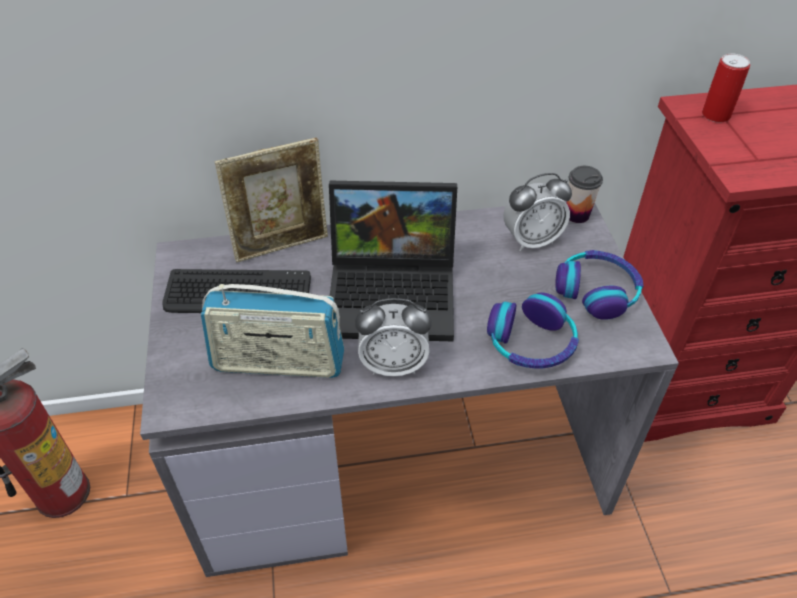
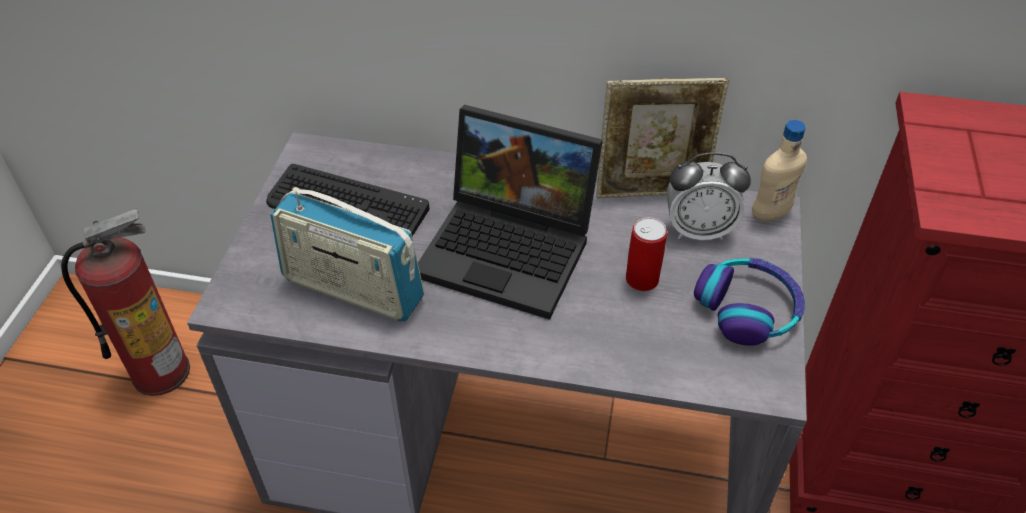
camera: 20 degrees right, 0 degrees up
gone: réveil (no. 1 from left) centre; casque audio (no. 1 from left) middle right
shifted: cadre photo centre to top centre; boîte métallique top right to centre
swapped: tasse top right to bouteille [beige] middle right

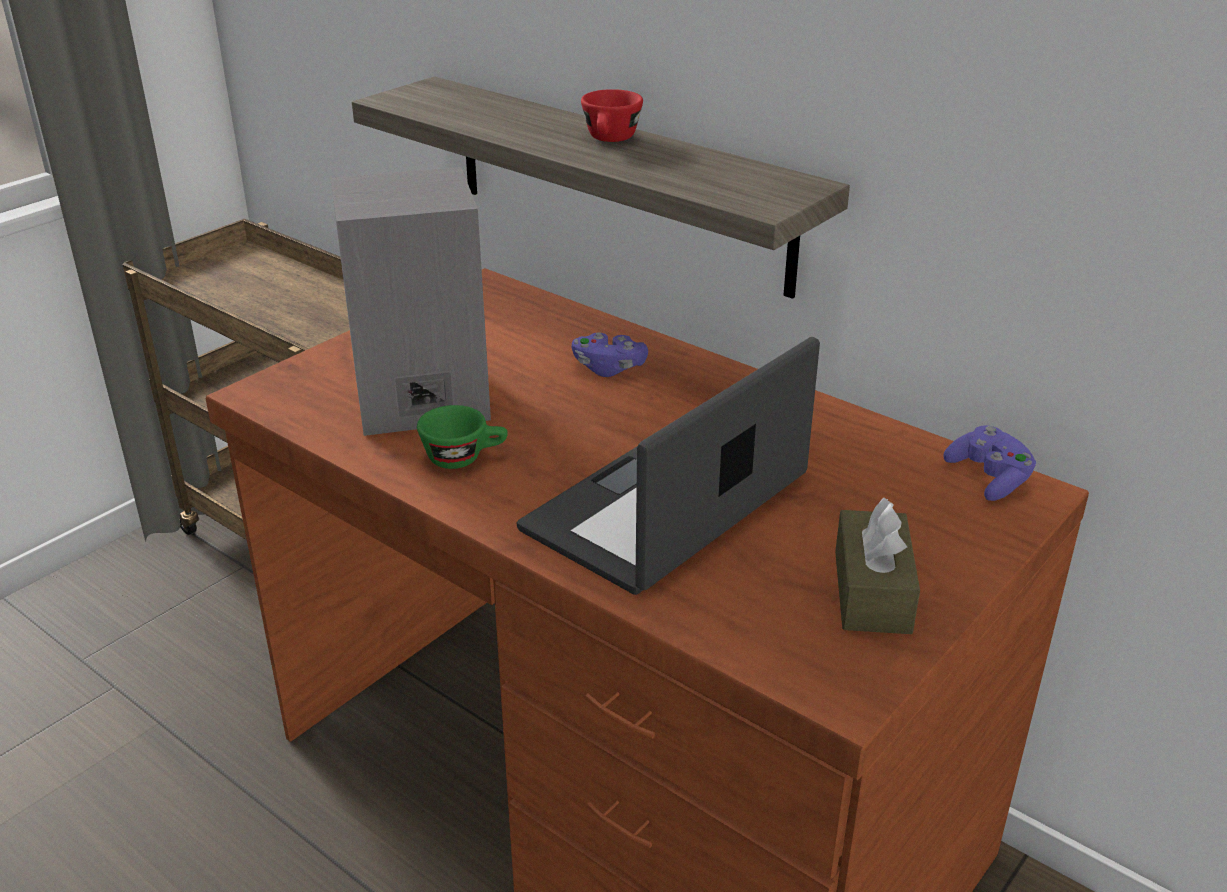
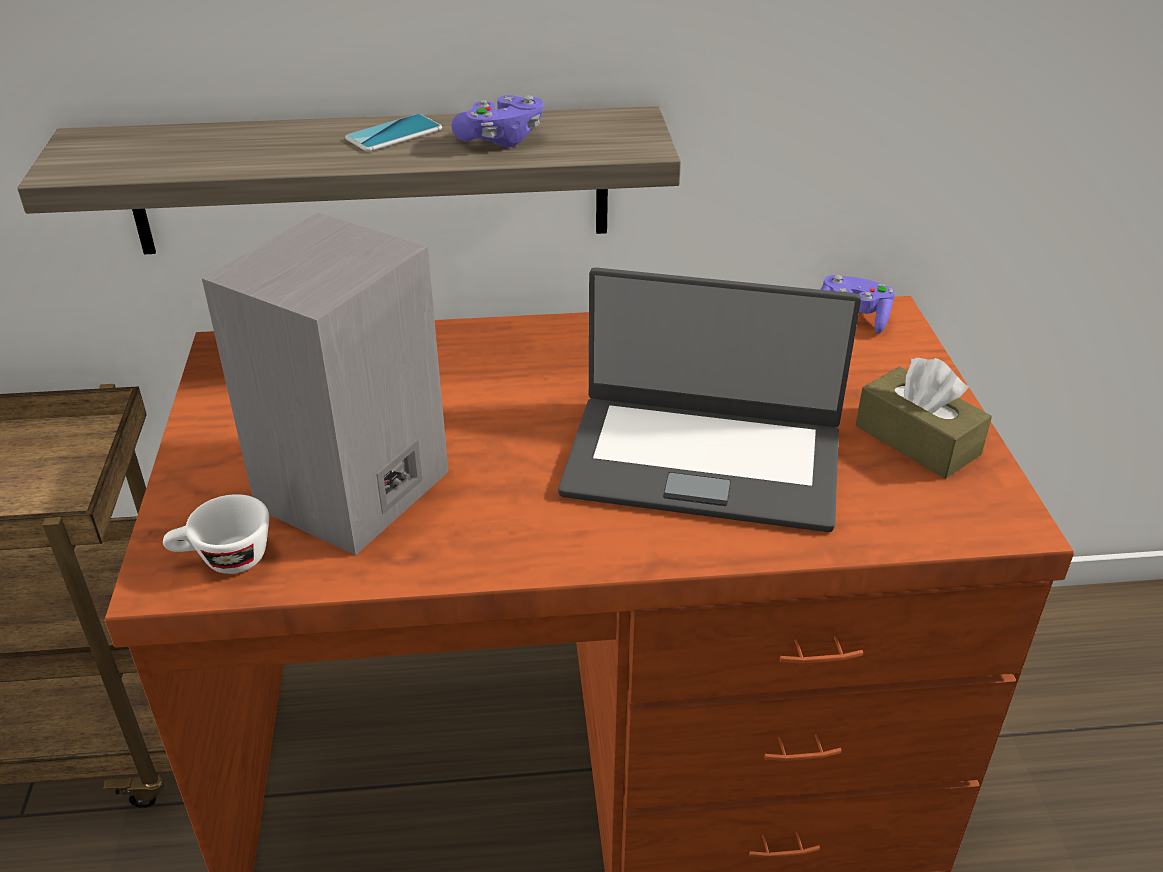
camera: 45 degrees left, 5 degrees up
gone: tasse [vert] centre
new: tasse [blanc] middle left
shifted: manette [violet] (no. 1 from left) centre to top centre
swapped: tasse [rouge] top centre to téléphone top centre
rotated: ordinateur portable centre = centre 75 degrees counterclockwise

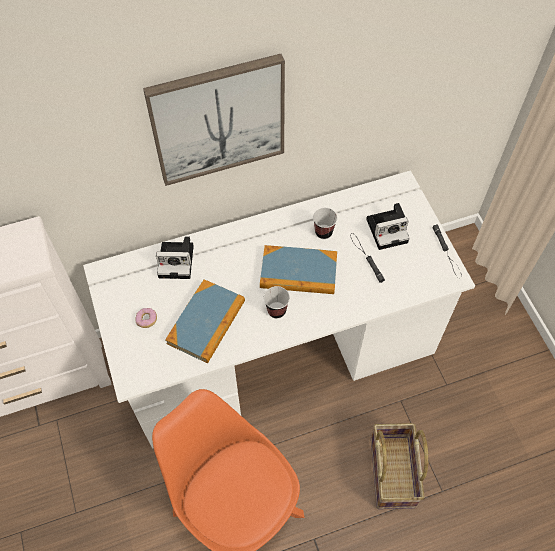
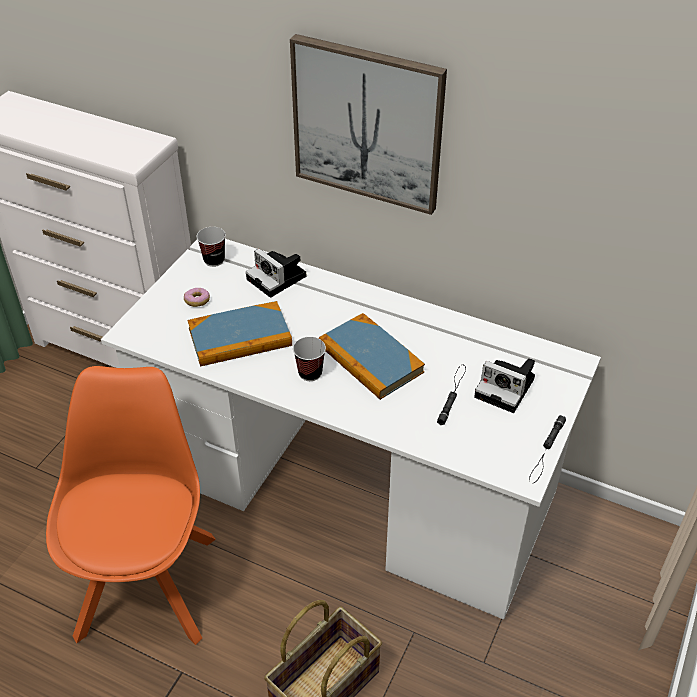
camera: 45 degrees right, 15 degrees down
shifted: tasse (no. 2 from left in the first image) centre to tasse (no. 1 from left) middle left

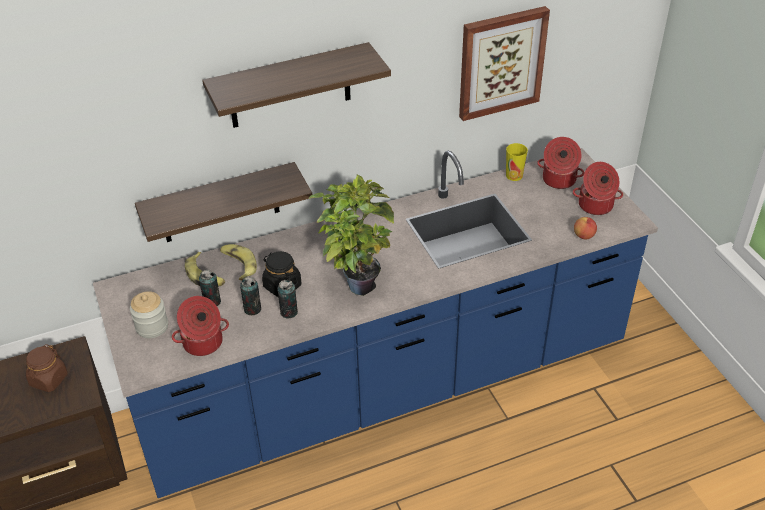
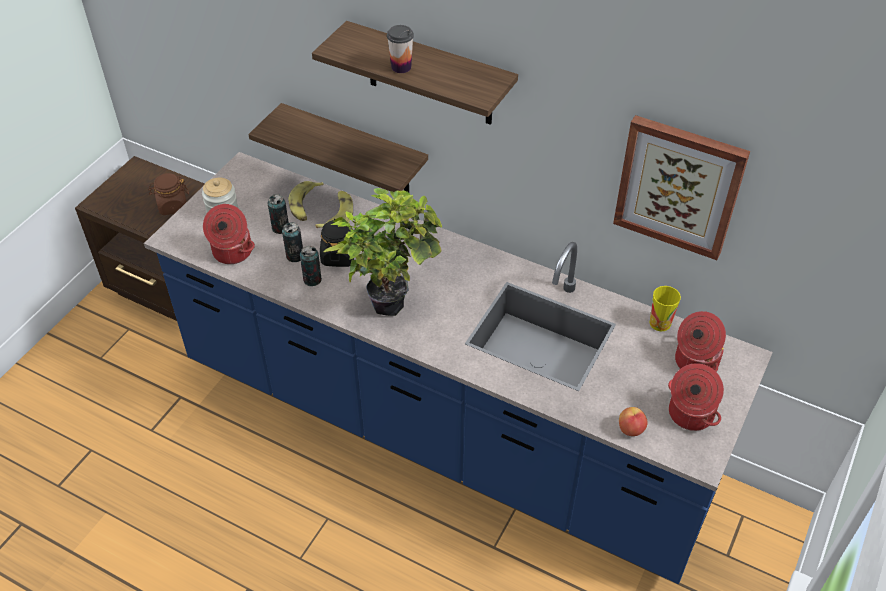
camera: 50 degrees right, 5 degrees up
new: tasse (no. 1 from left) top centre

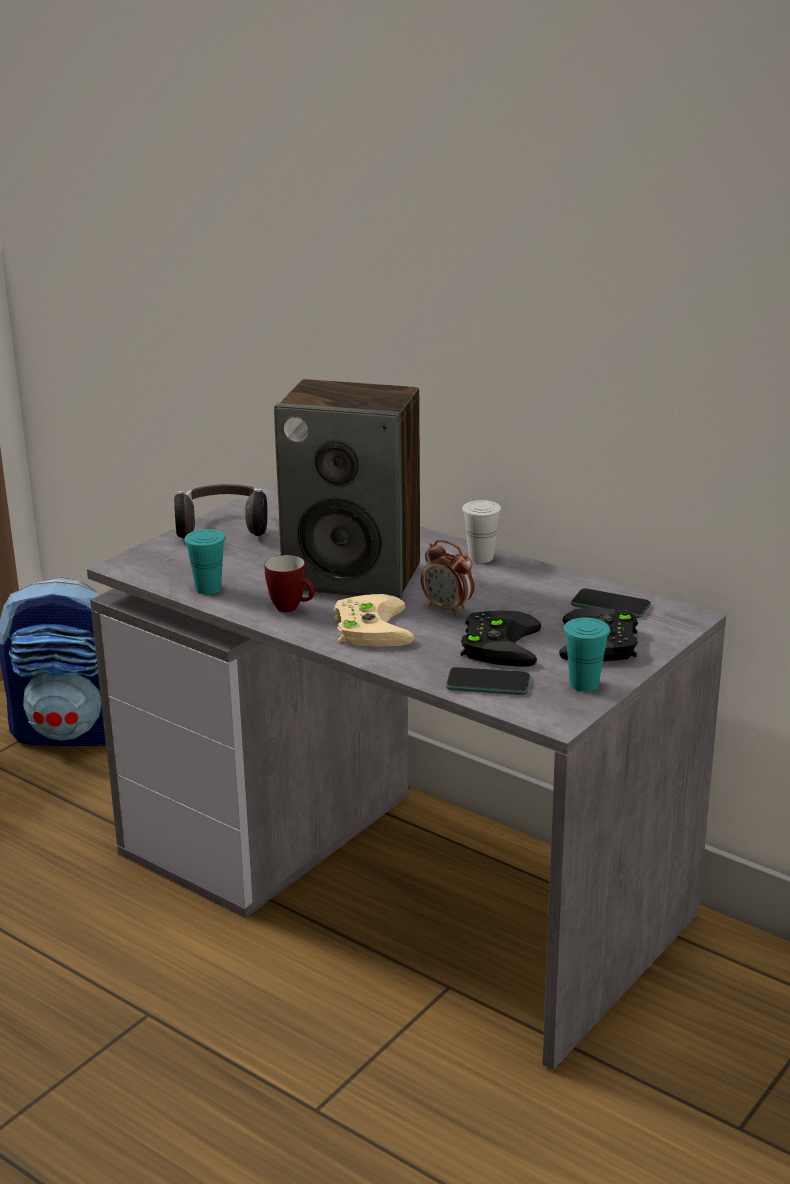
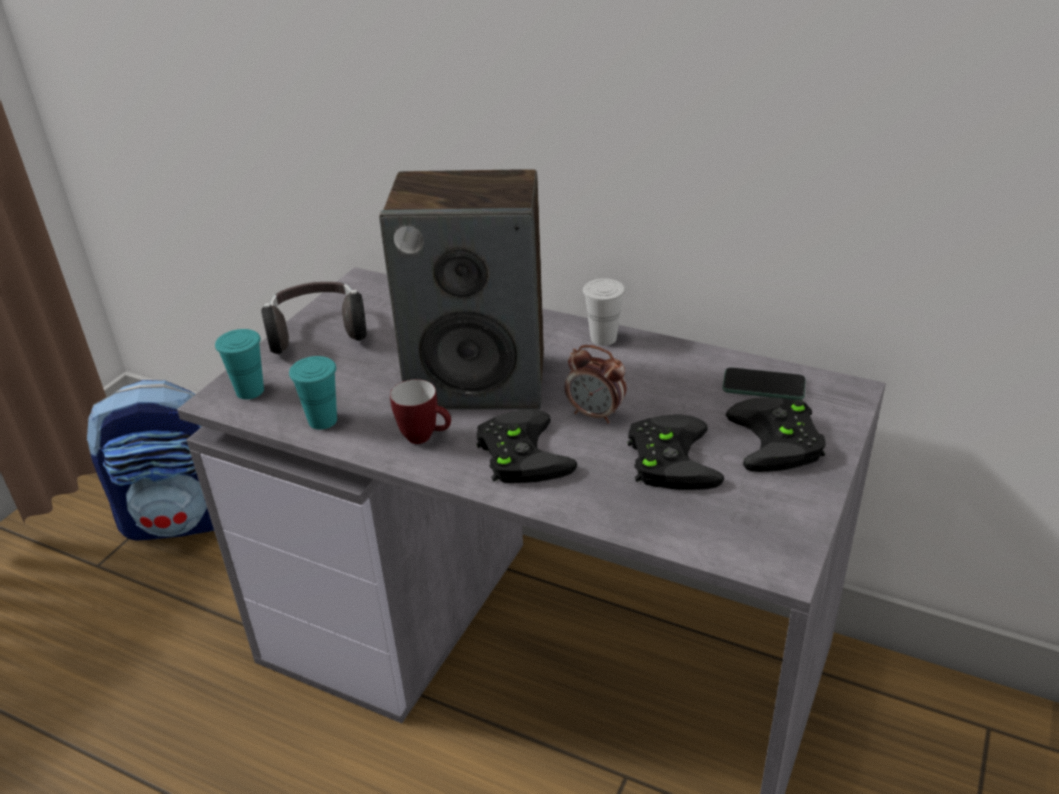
camera: 10 degrees left, 10 degrees up
gone: téléphone (no. 1 from left) centre
shifted: tasse [turquoise] (no. 2 from left in the first image) middle right to tasse [turquoise] (no. 1 from left) middle left
repainted: manette [beige] centre to manette [noir] (no. 1 from left) centre

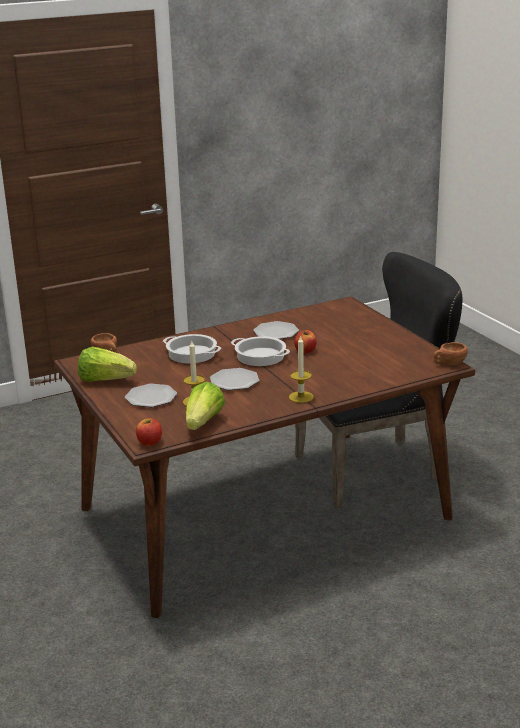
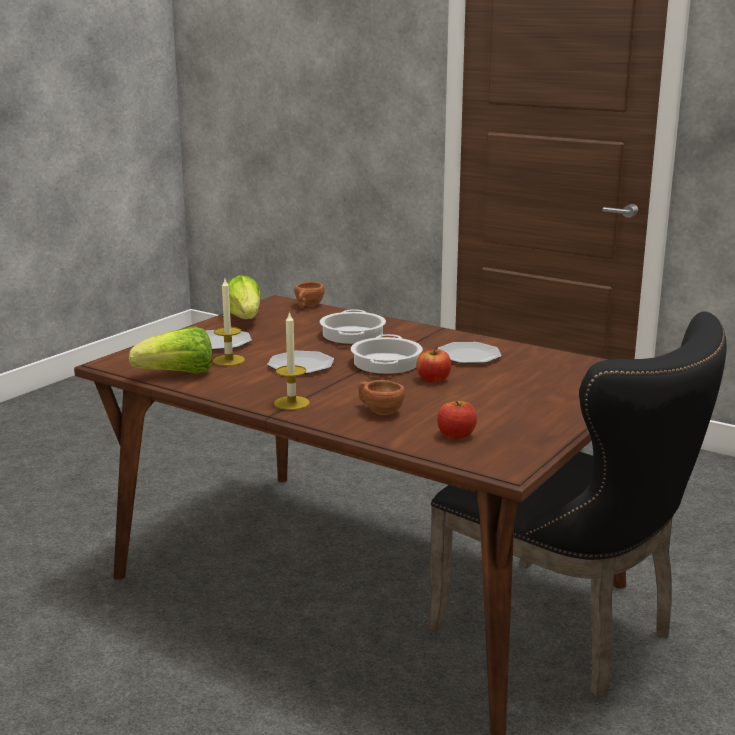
camera: 60 degrees right, 5 degrees down
shifted: tasse [marron] (no. 2 from left) middle right to centre; pomme (no. 1 from left in the first image) middle left to pomme (no. 2 from left) centre

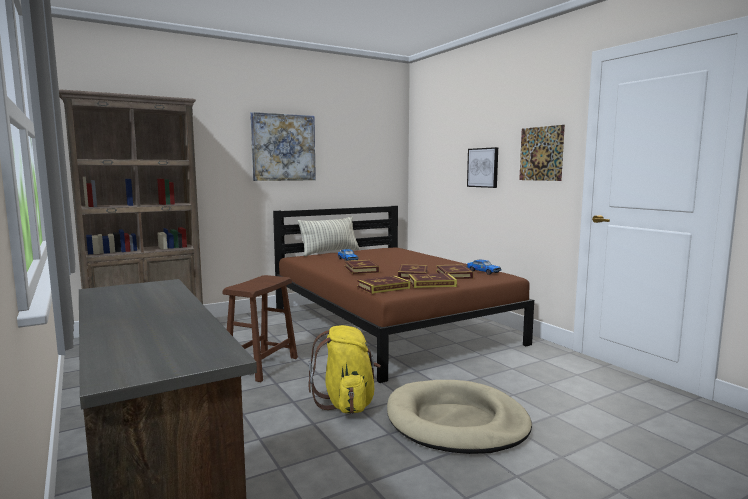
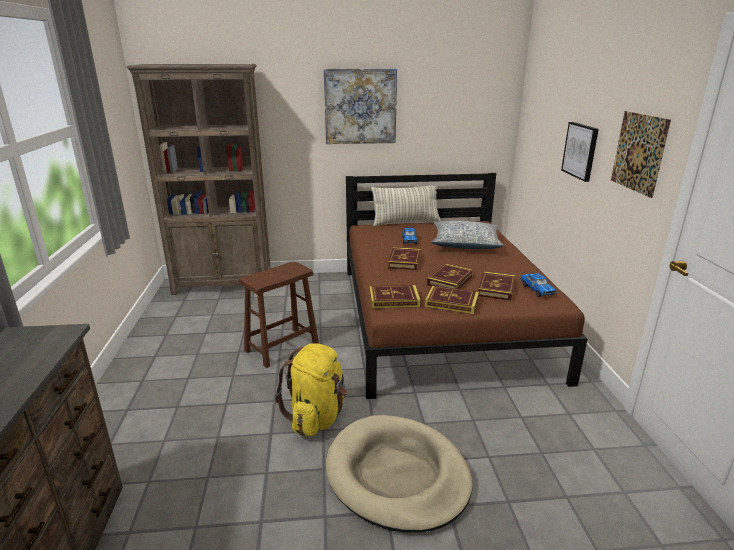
camera: 25 degrees right, 15 degrees up
new: coussin (no. 2 from left) centre

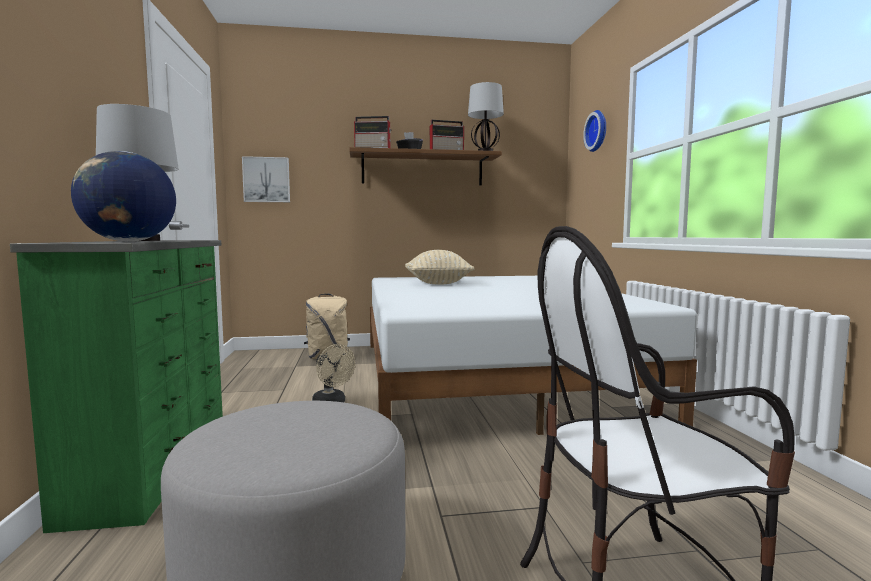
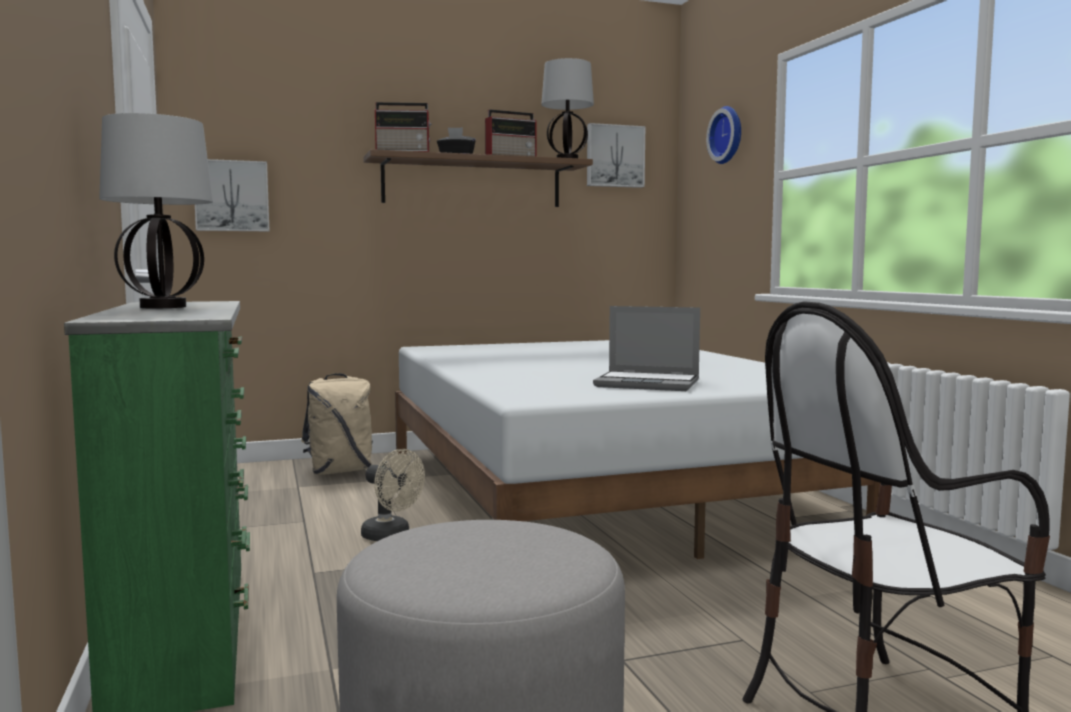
camera: 10 degrees left, 0 degrees up
gone: globe middle left; coussin [beige] centre
new: tableau (no. 2 from left) top centre; ordinateur portable centre

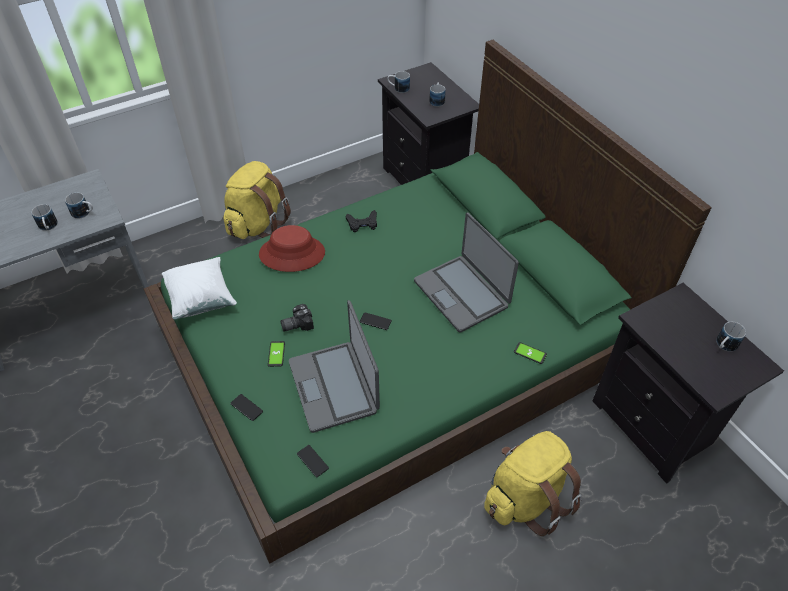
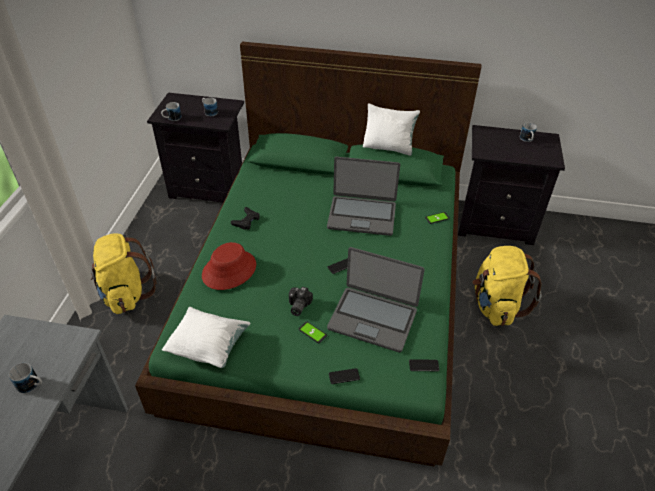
camera: 50 degrees left, 5 degrees down
gone: mug (no. 2 from left) middle left
new: coussin [blanc] (no. 2 from left) top centre

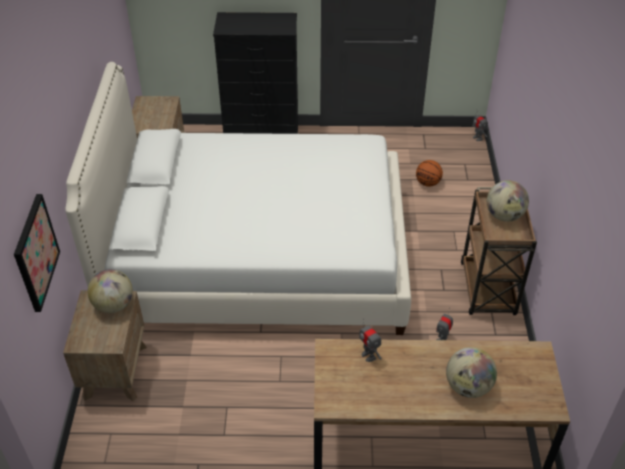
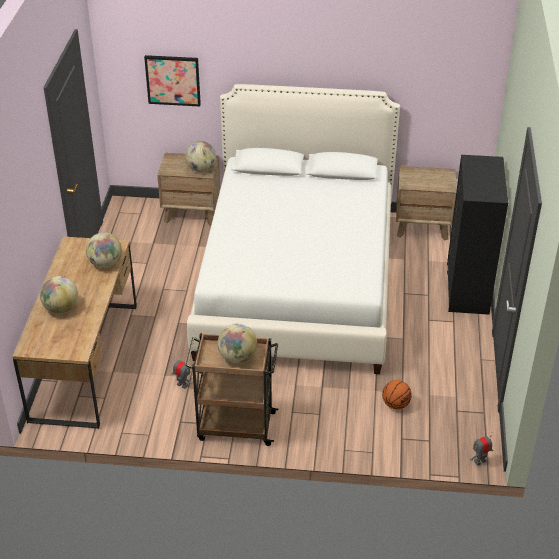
camera: 95 degrees right, 5 degrees down
swapped: robot jouet (no. 1 from left) bottom centre to globe (no. 2 from left) middle left

